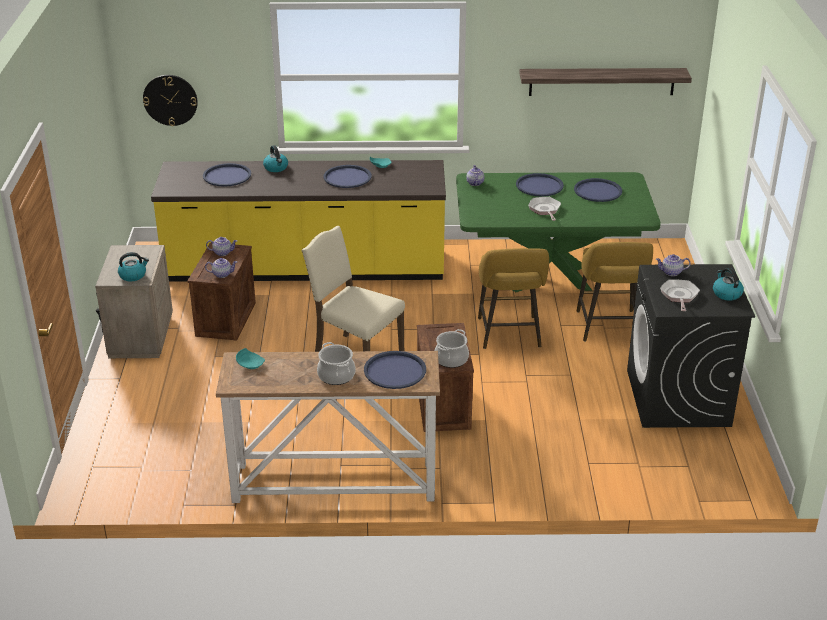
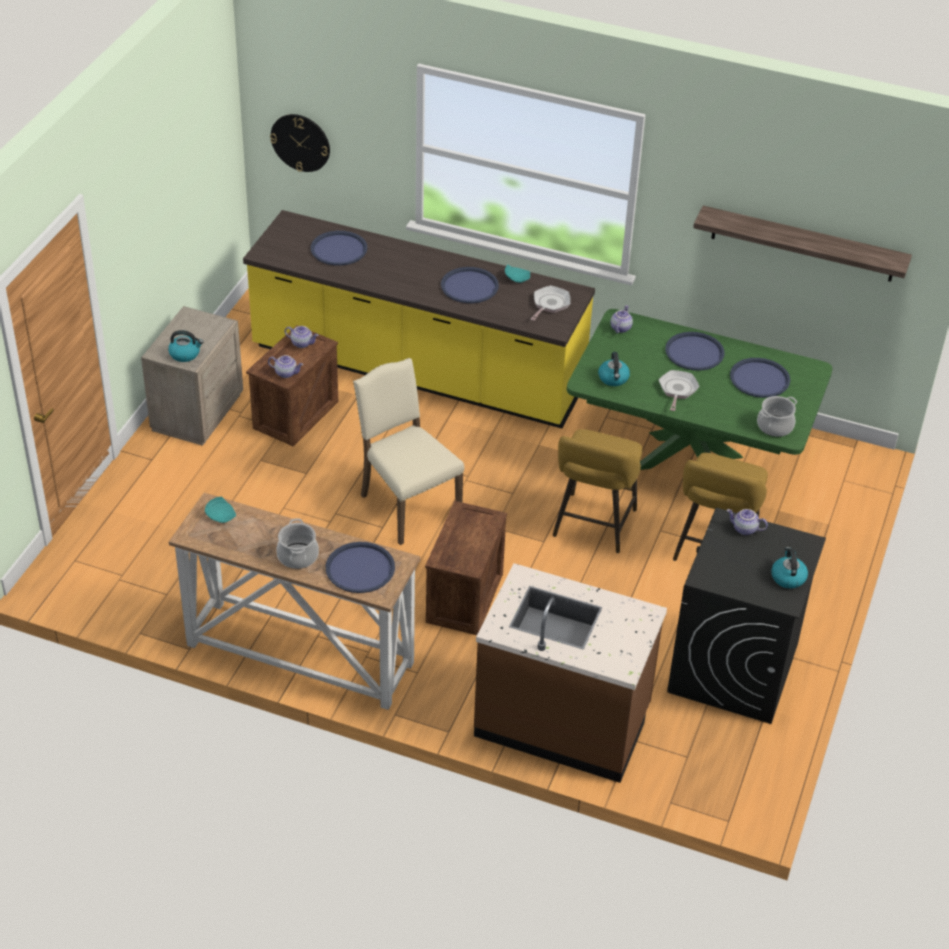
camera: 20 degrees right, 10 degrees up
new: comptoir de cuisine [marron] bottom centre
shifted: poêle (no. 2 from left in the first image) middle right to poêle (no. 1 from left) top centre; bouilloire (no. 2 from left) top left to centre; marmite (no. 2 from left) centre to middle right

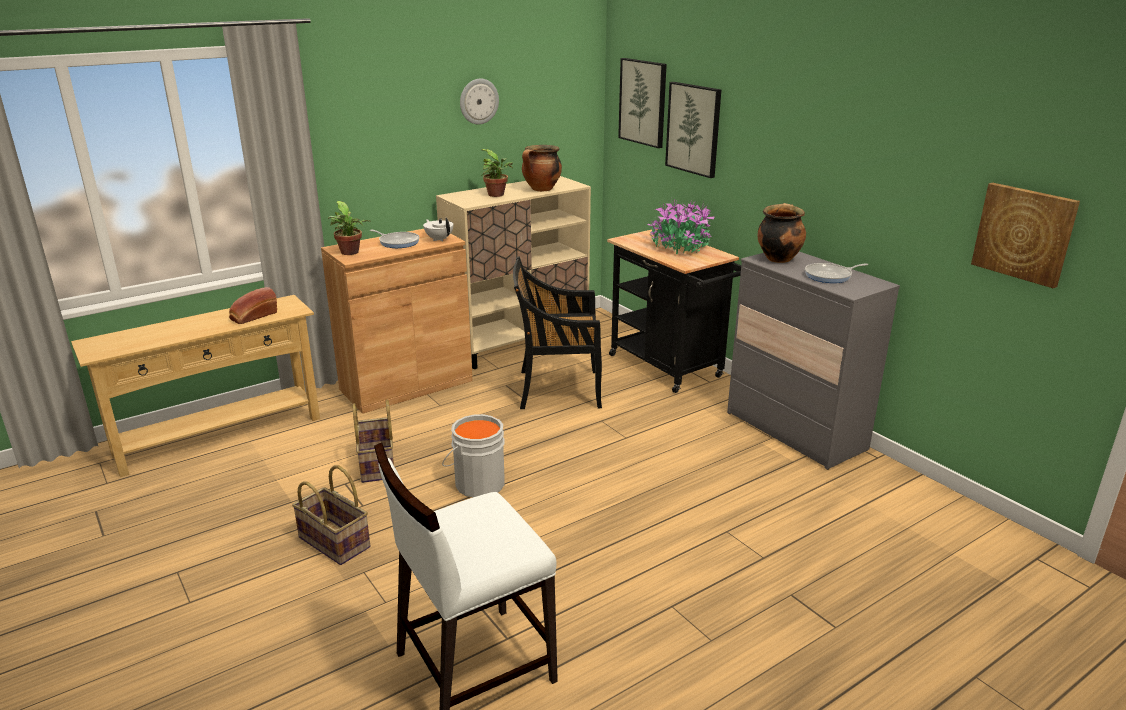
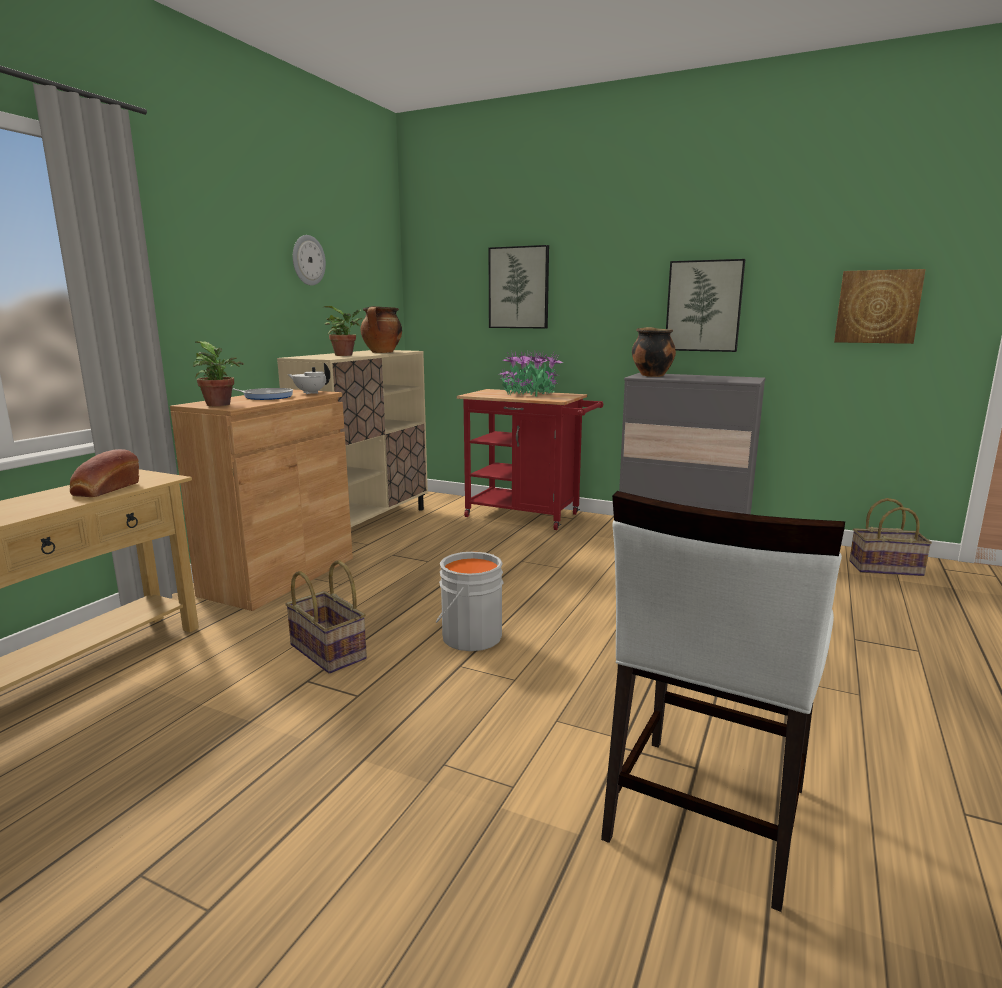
camera: 30 degrees left, 10 degrees down
gone: chaise [noir] centre; poêle (no. 2 from left) middle right
shifted: tableau (no. 1 from left in the first image) top centre to tableau (no. 2 from left) top right; panier (no. 1 from left in the first image) bottom left to panier (no. 2 from left) middle right
repainted: chariot [noir] centre to chariot [rouge] centre

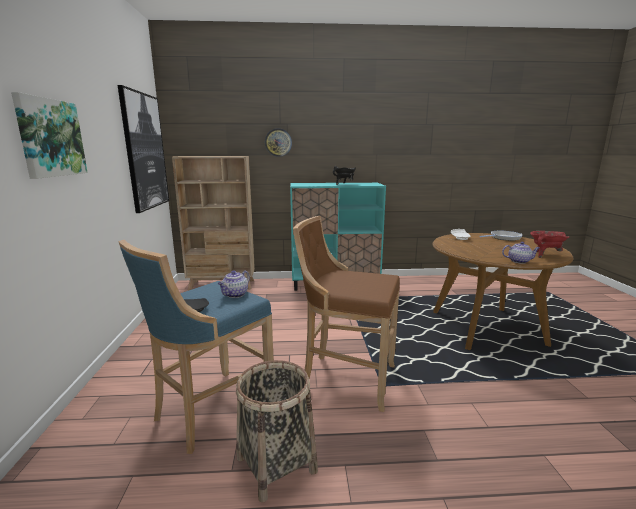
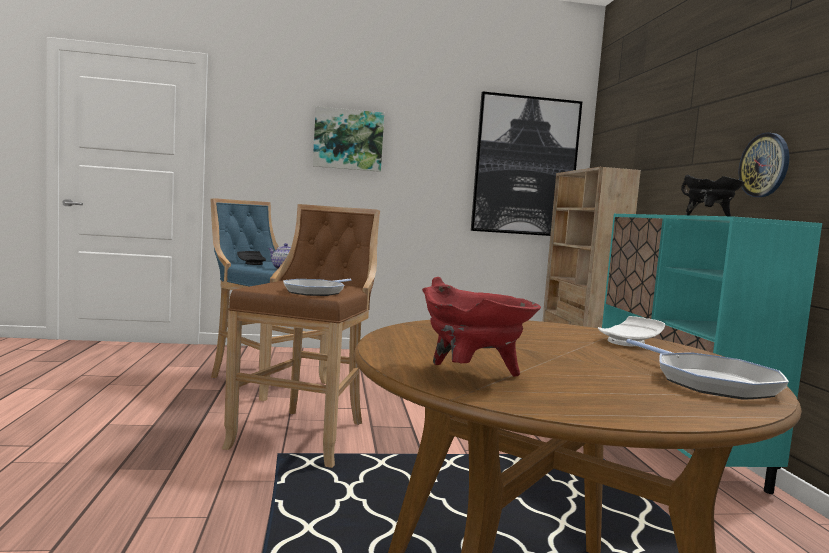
camera: 85 degrees right, 10 degrees down
gone: panier bottom centre; théière (no. 2 from left) middle right
new: poêle (no. 1 from left) centre
shifted: horloge murale top centre to top right

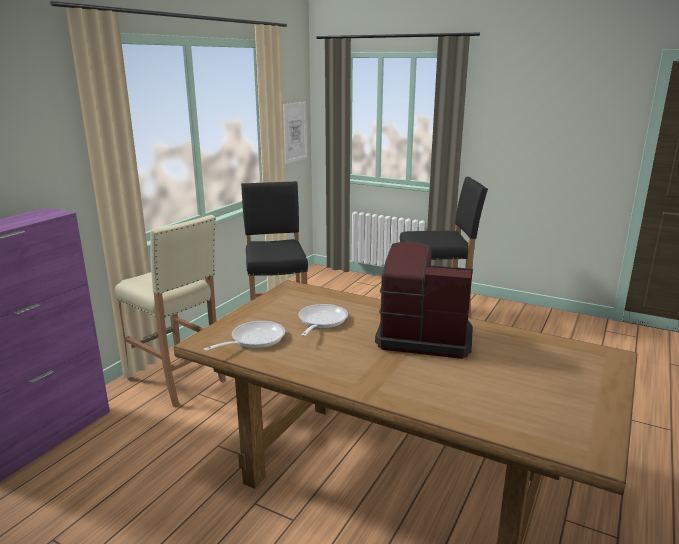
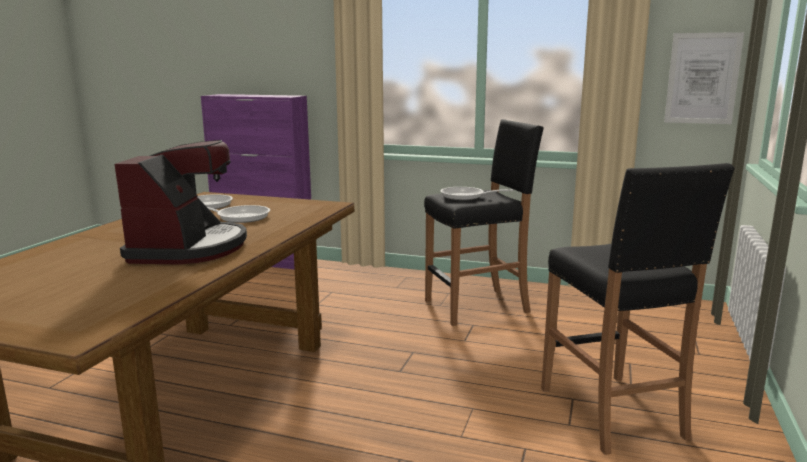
camera: 80 degrees right, 5 degrees down
gone: tabouret [beige] middle left
new: poêle (no. 3 from left) centre

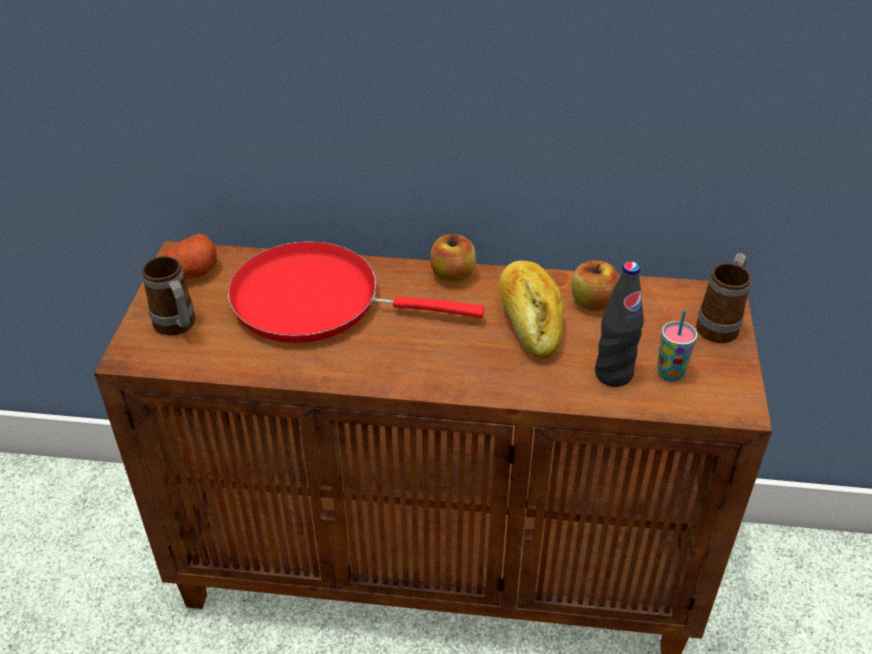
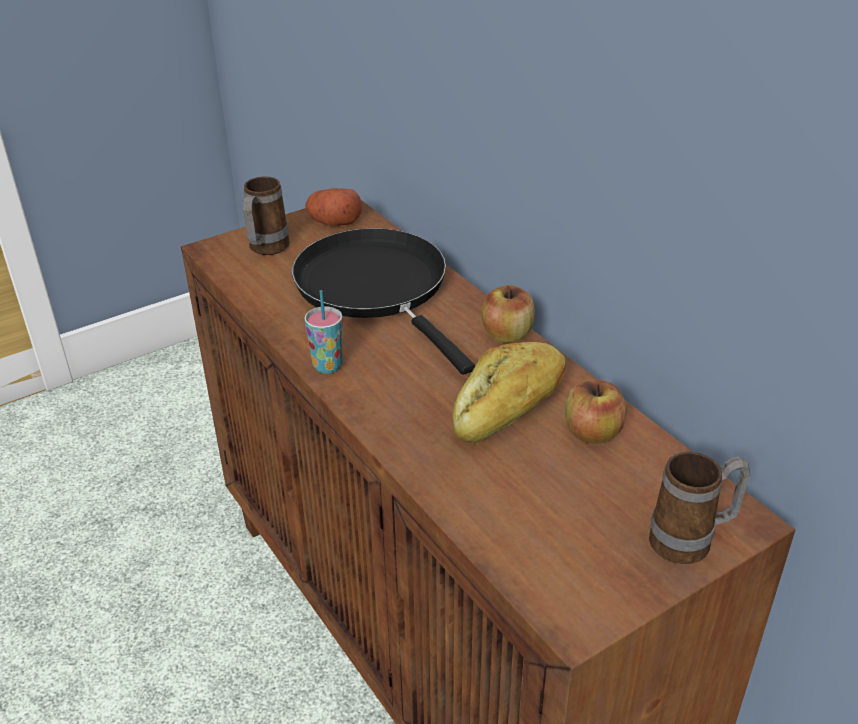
camera: 50 degrees right, 5 degrees down
gone: bouteille [noir] middle right
shifted: tasse middle right to centre
repainted: poêle [rouge] centre to poêle [noir] centre

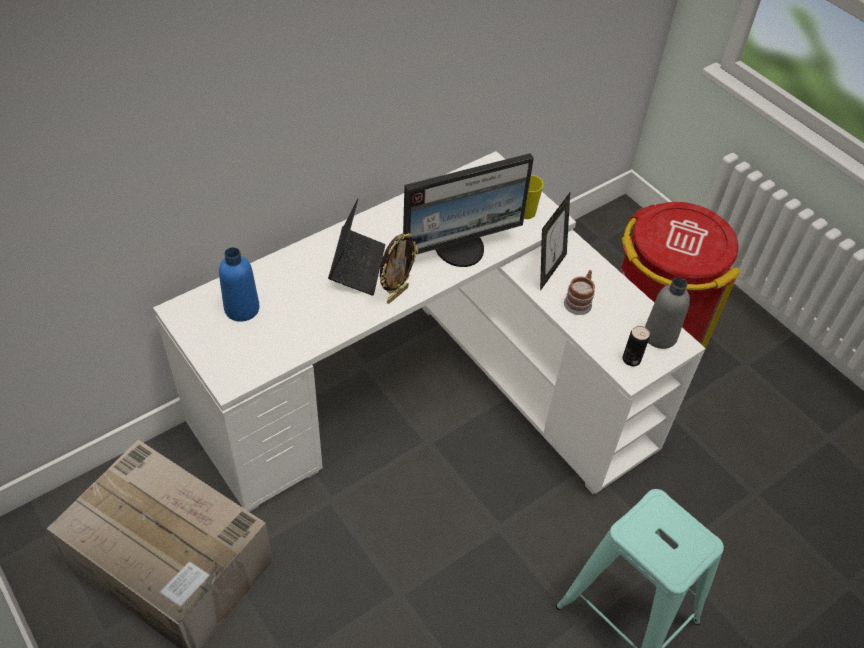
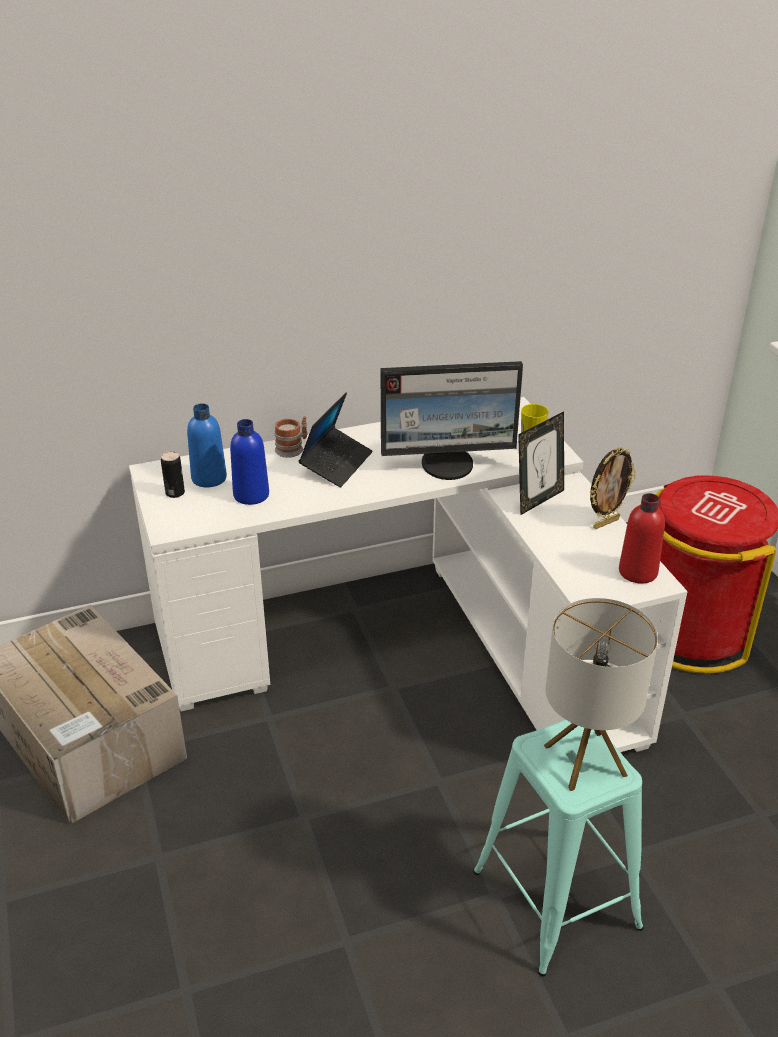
camera: 20 degrees right, 15 degrees down
new: bouteille [bleu] (no. 2 from left) middle left; lampe de table bottom right
shifted: boîte métallique middle right to middle left; mug middle right to centre; cadre photo (no. 1 from left in the first image) centre to cadre photo (no. 2 from left) middle right
repainted: bouteille [gris] middle right to bouteille [rouge] middle right

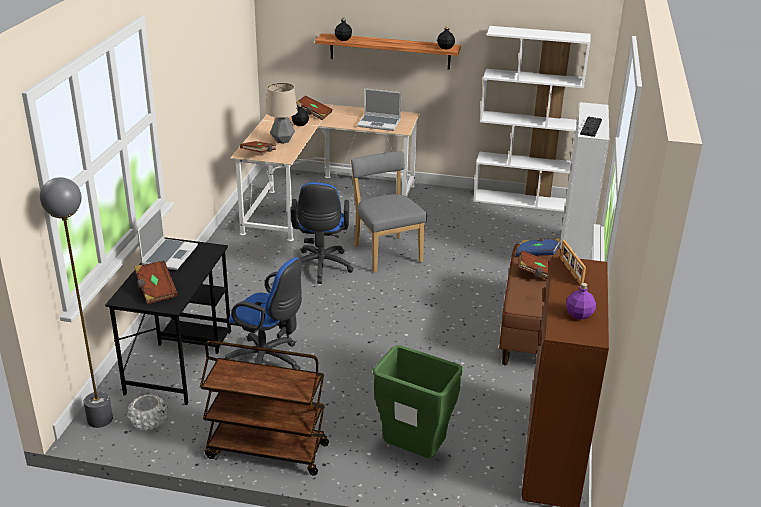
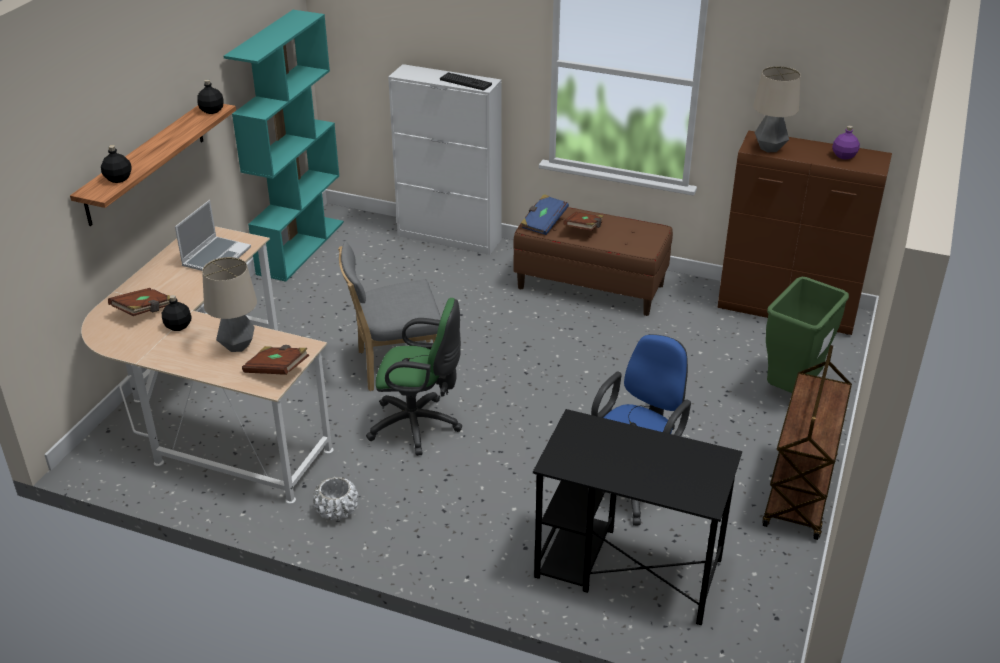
camera: 80 degrees left, 5 degrees up
gone: lampadaire [gris] middle left; livre [marron] (no. 1 from left) middle left; ordinateur portable (no. 1 from left) middle left
shifted: cache-pot [blanc] bottom left to bottom centre
swapped: cadre photo middle right to lampe de table (no. 2 from left) top right
repainted: bibliothèque [blanc] top right to bibliothèque [turquoise] top left; chaise de bureau [bleu] (no. 2 from left) centre to chaise de bureau [vert] centre

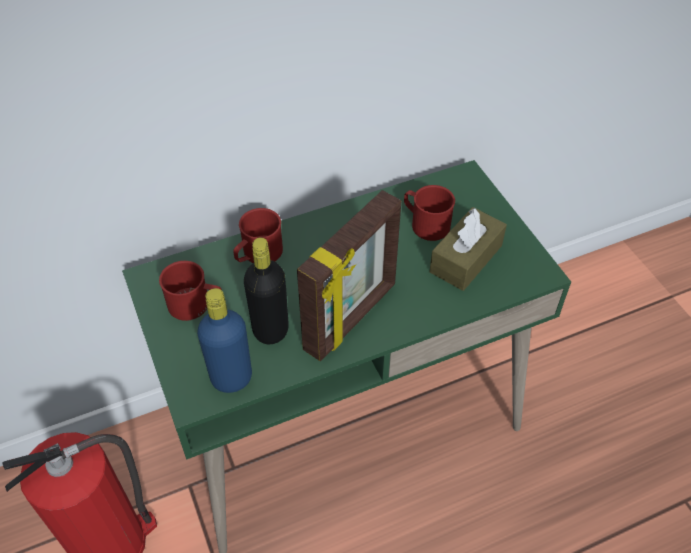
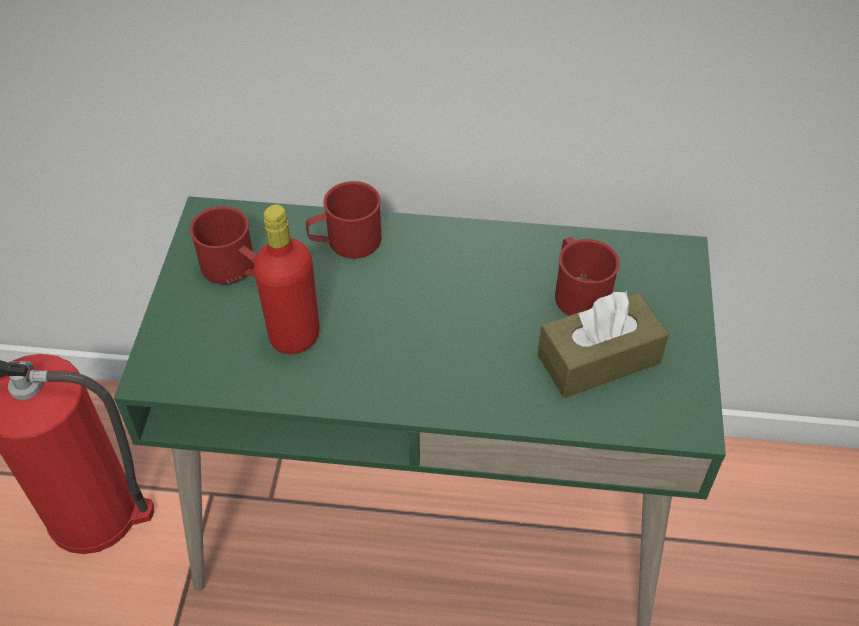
camera: 30 degrees right, 0 degrees up
gone: bouteille [bleu] middle left; cadre photo centre
repainted: bouteille [noir] centre to bouteille [rouge] middle left

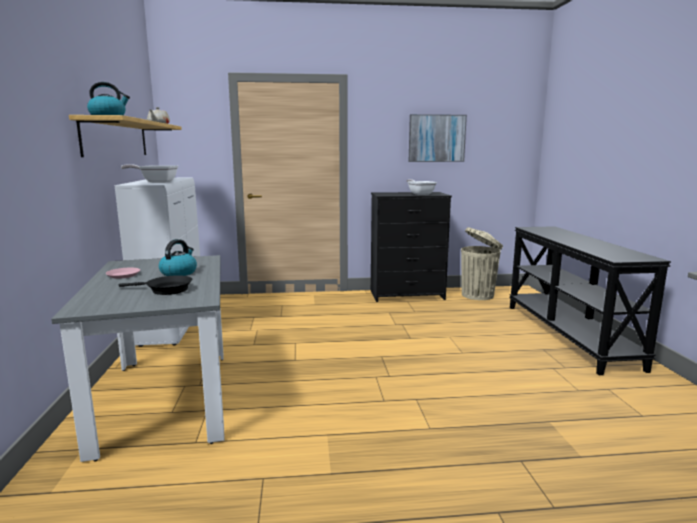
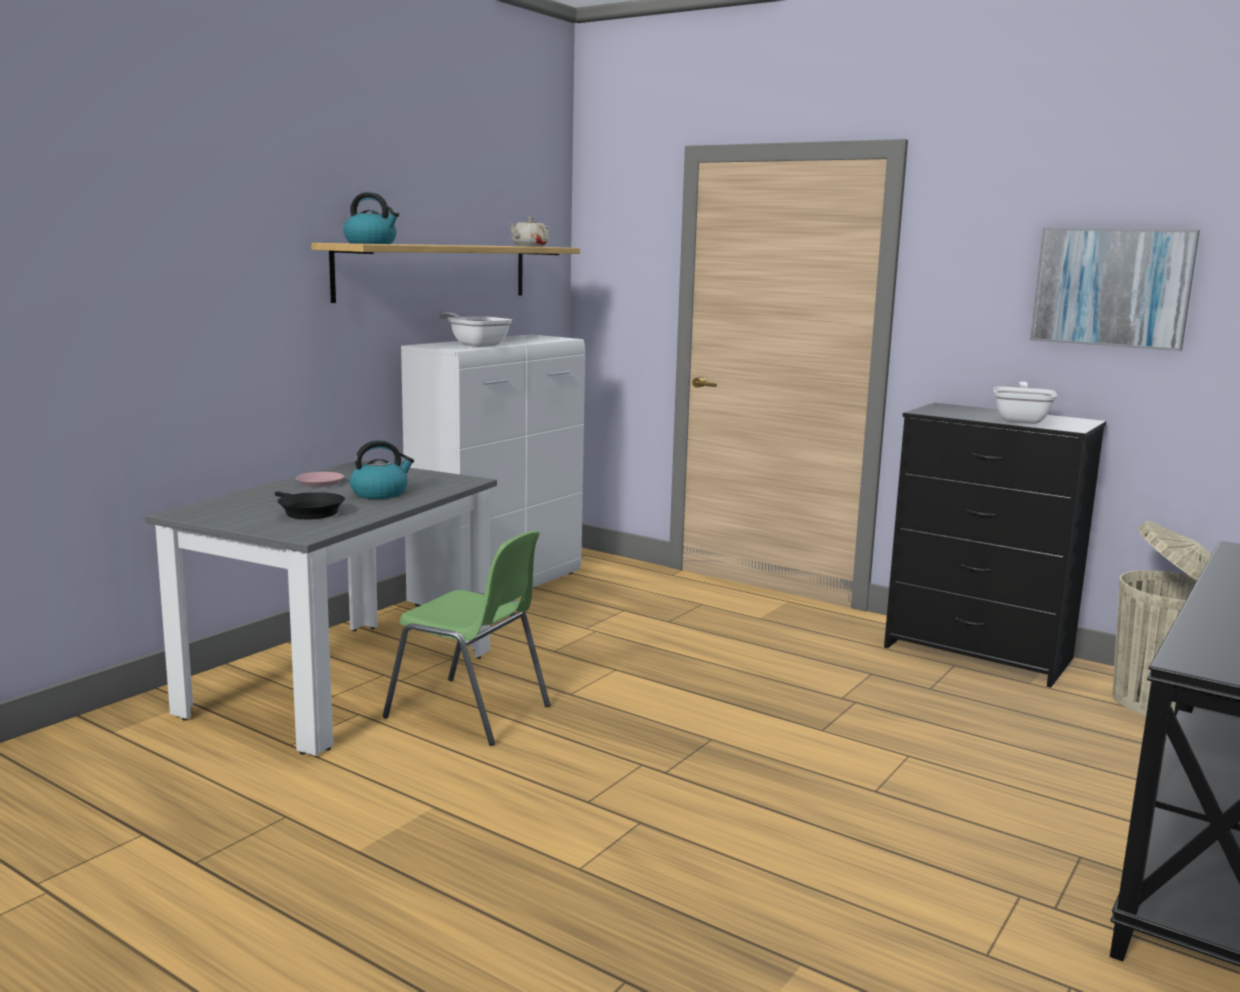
camera: 40 degrees right, 0 degrees up
new: chaise [vert] centre

